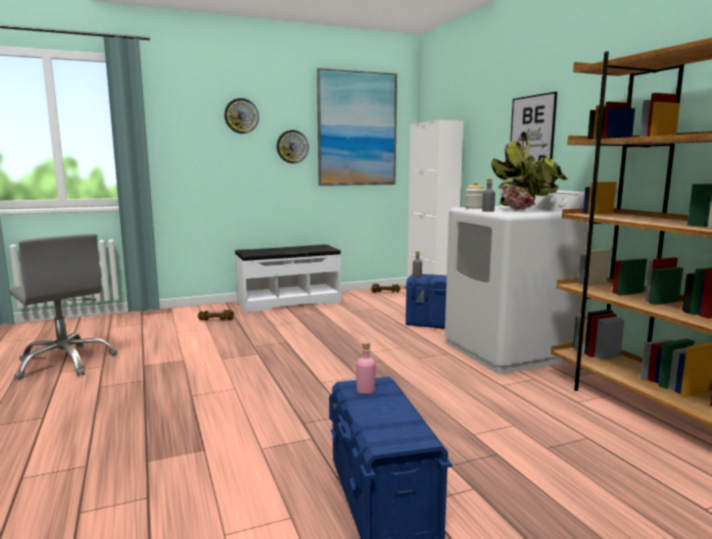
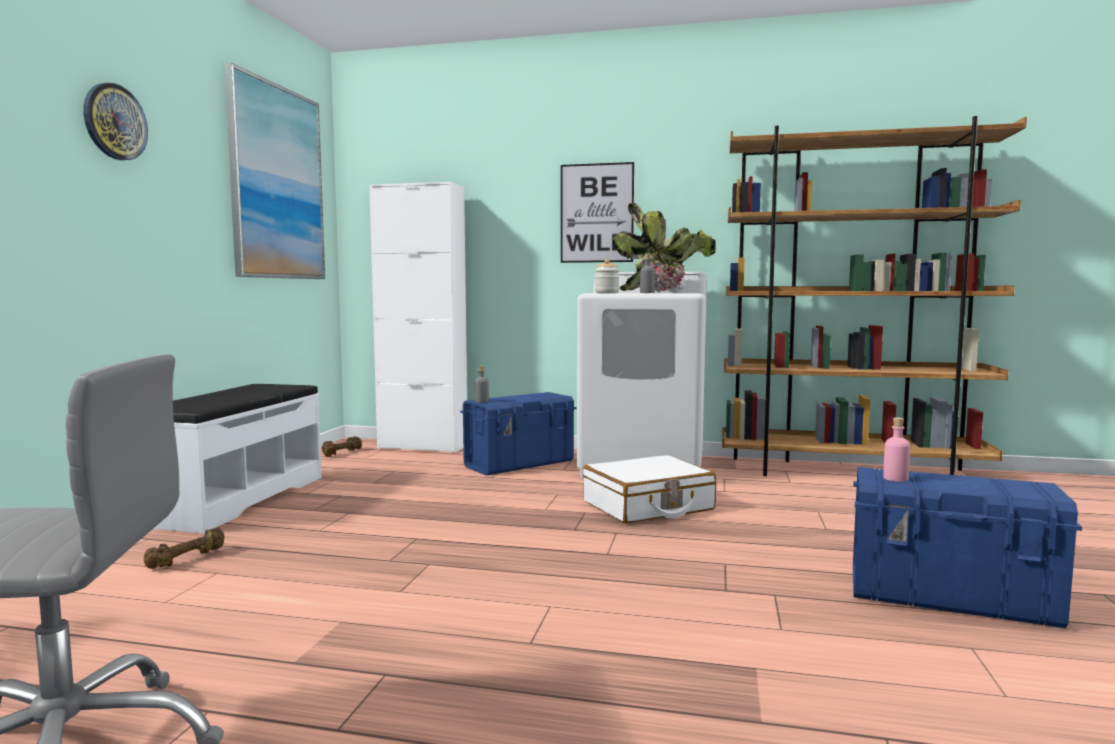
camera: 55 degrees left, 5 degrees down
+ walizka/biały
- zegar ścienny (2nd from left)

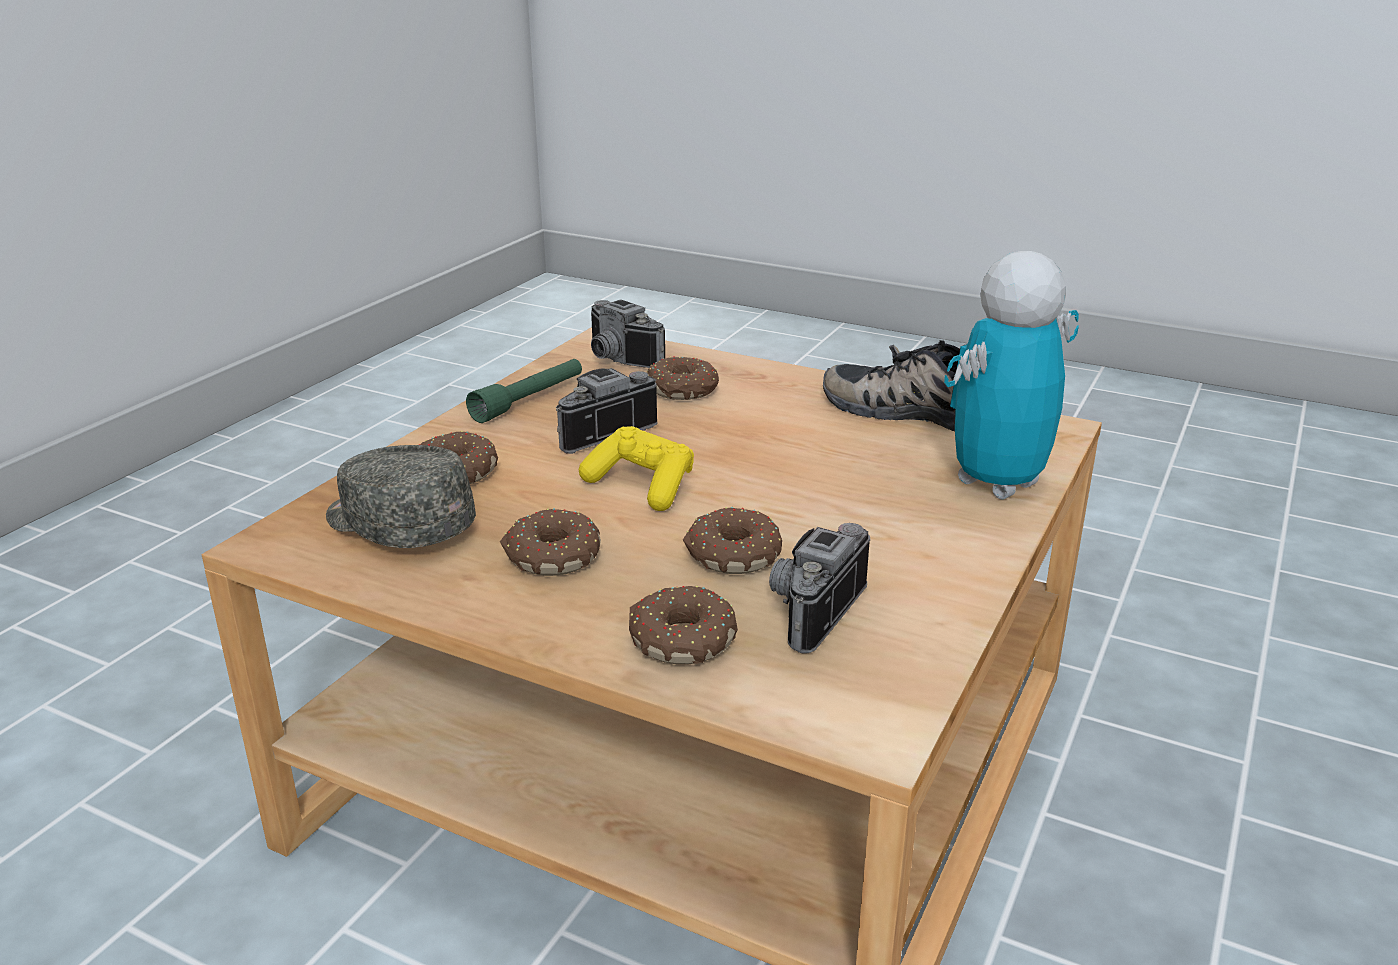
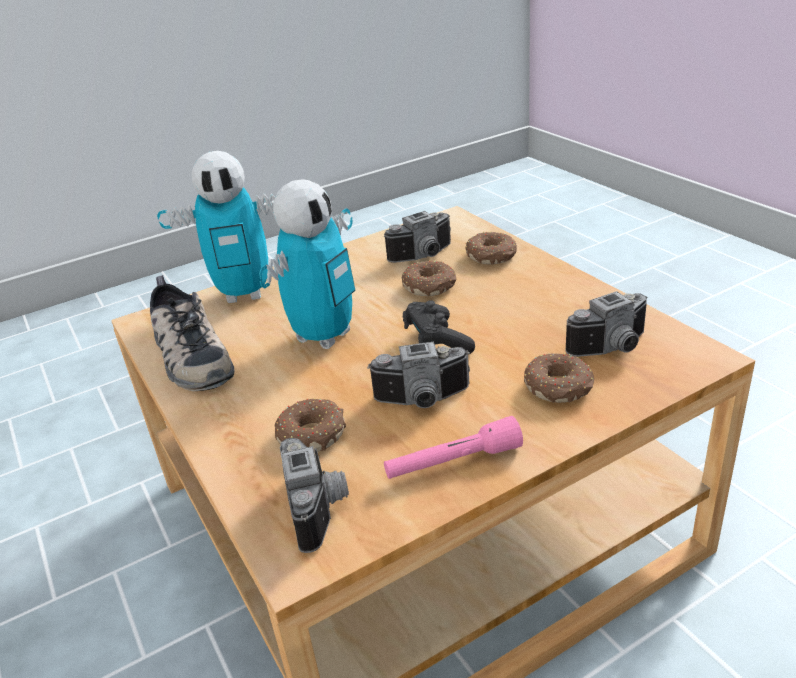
camera: 145 degrees left, 5 degrees up
+ robot zabawkowy (2nd from left)
~ latarka/zielony to latarka/różowy
~ pad do gier/żółty to pad do gier/czarny
~ czapka z daszkiem/szary to aparat fotograficzny (4th from left)
- donut (2nd from left)

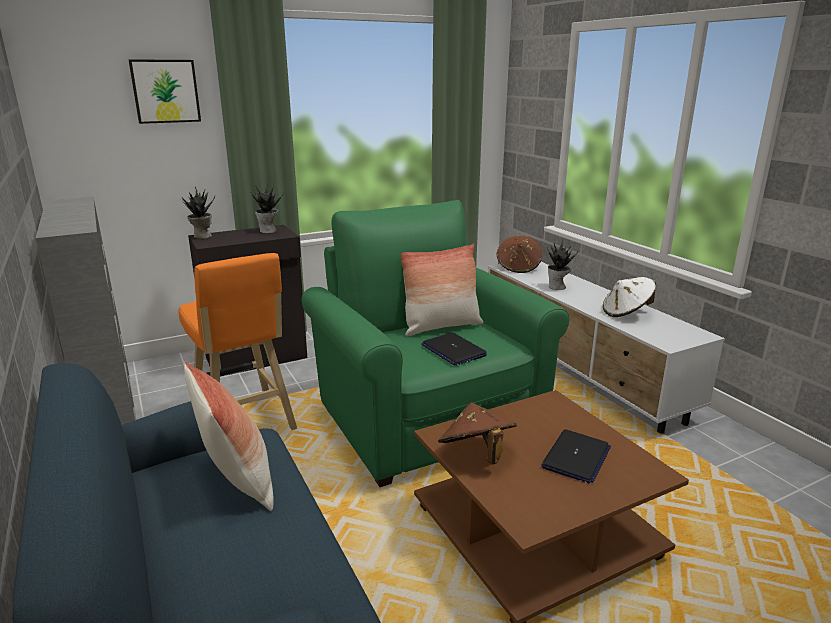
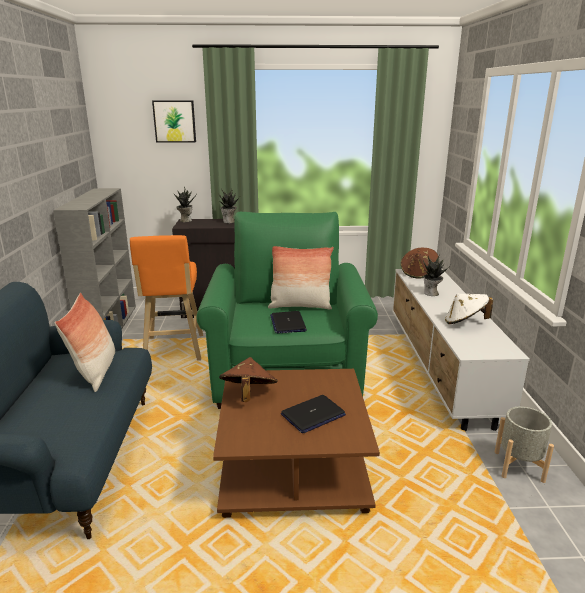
camera: 25 degrees right, 0 degrees up
+ donica/szary

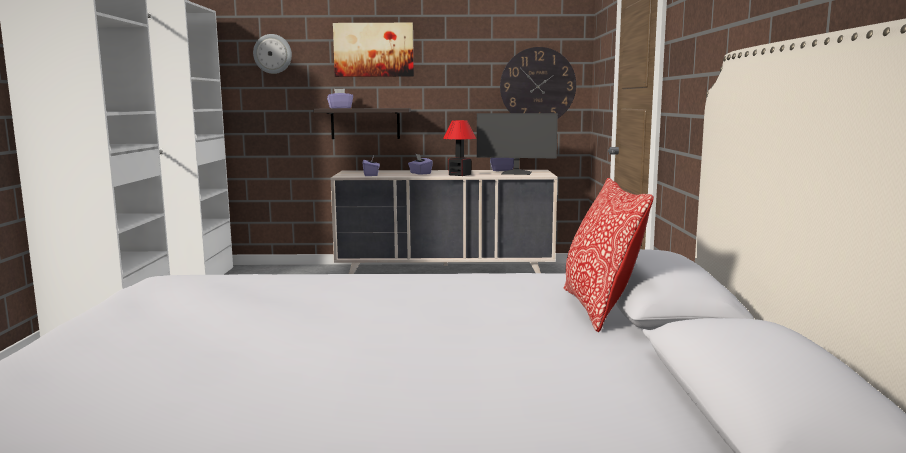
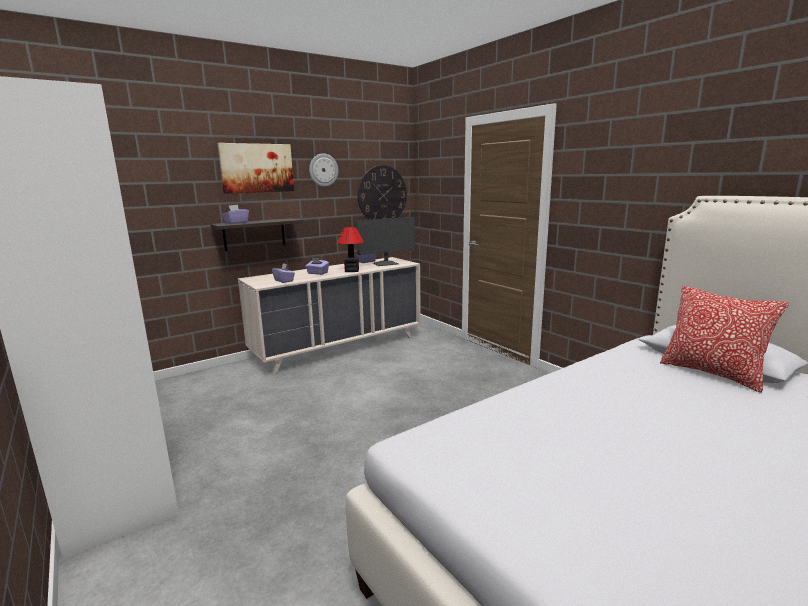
camera: 35 degrees left, 5 degrees up
~ zegar ścienny (1st from left)

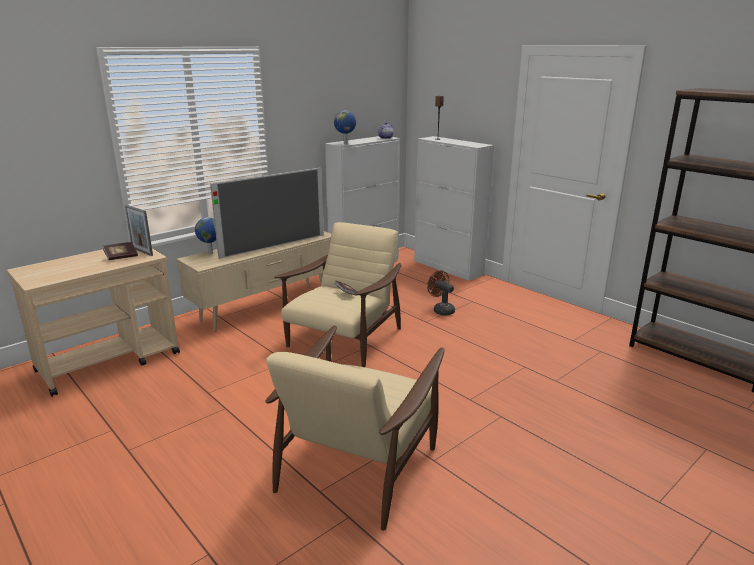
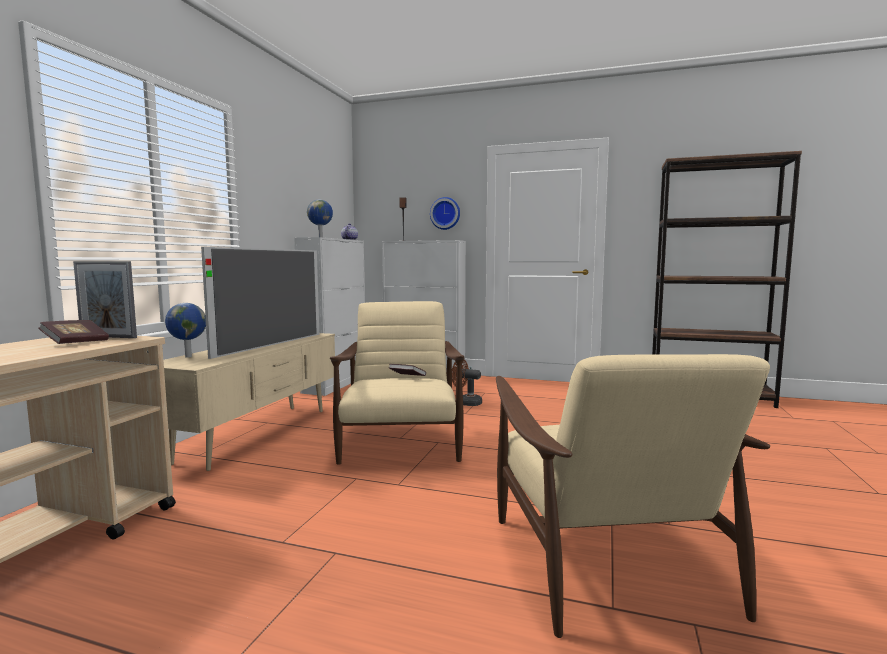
camera: 30 degrees left, 15 degrees down
+ zegar ścienny

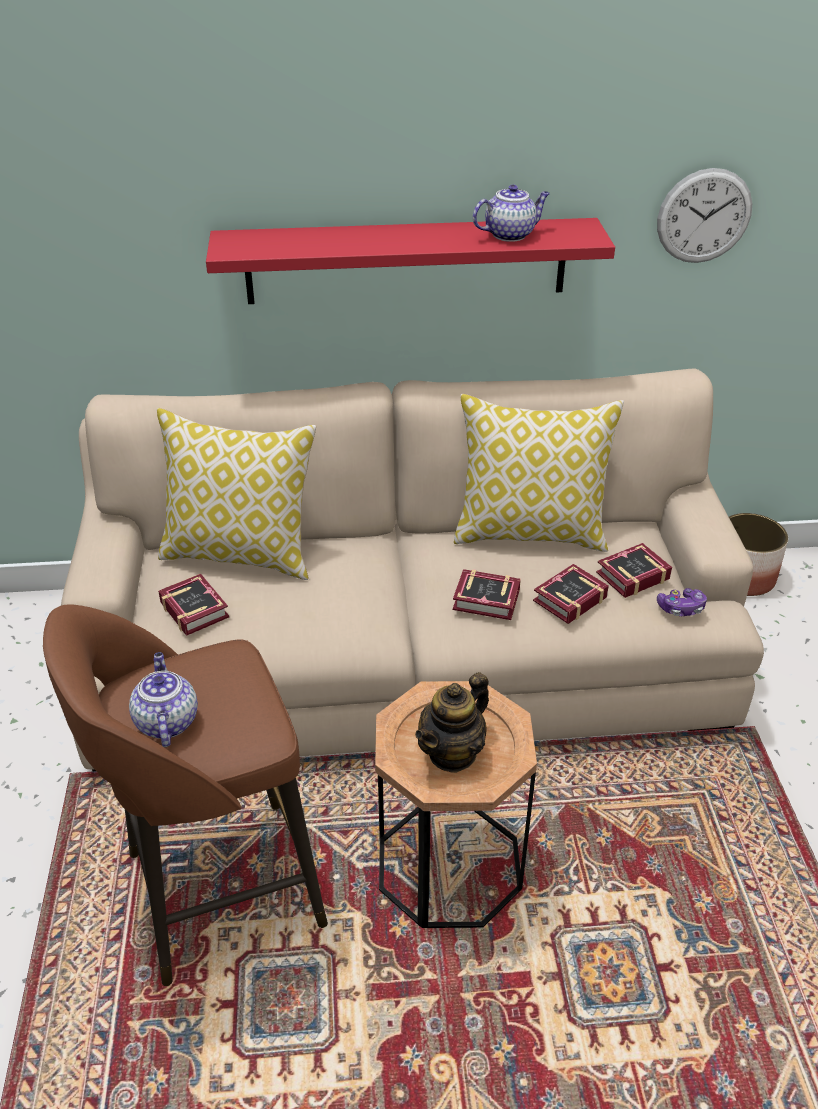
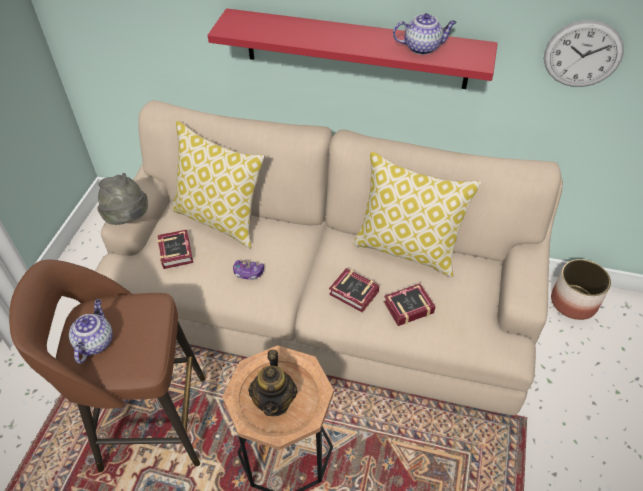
camera: 20 degrees right, 10 degrees up
+ kapelusz/szary
~ pad do gier
~ imbryk (2nd from left) 60 degrees counterclockwise
- książka (4th from left)

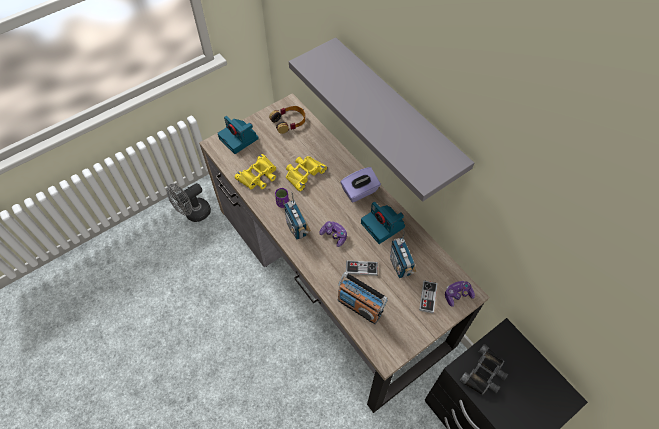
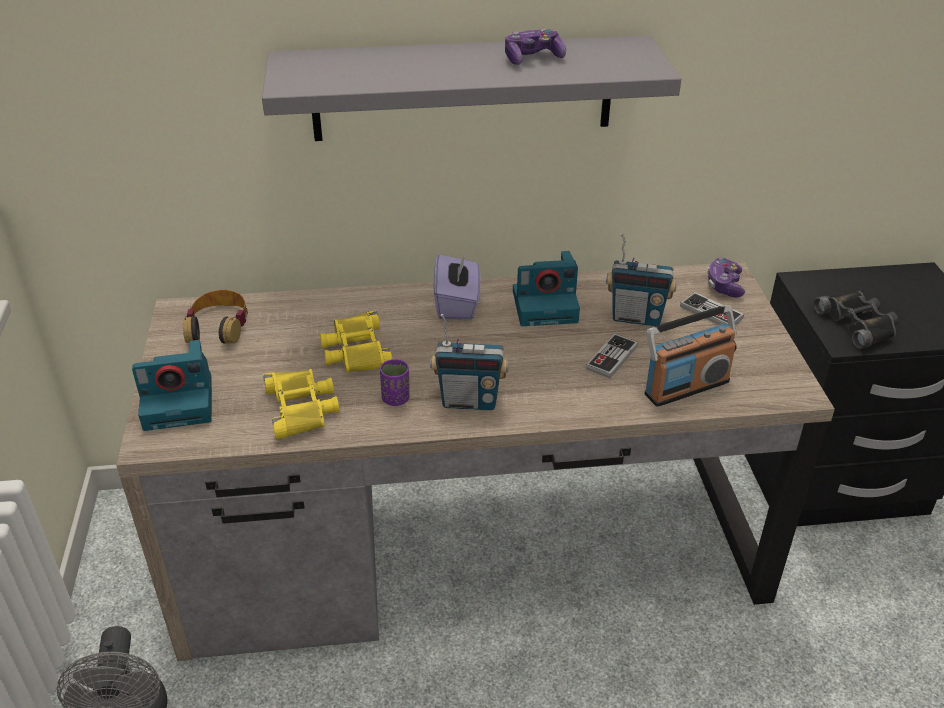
camera: 60 degrees left, 20 degrees down
~ pad do gier (1st from left)

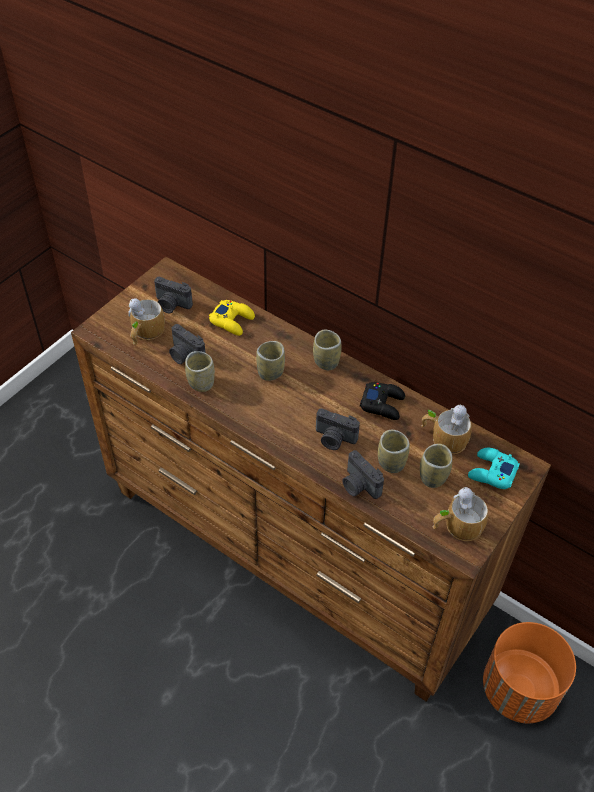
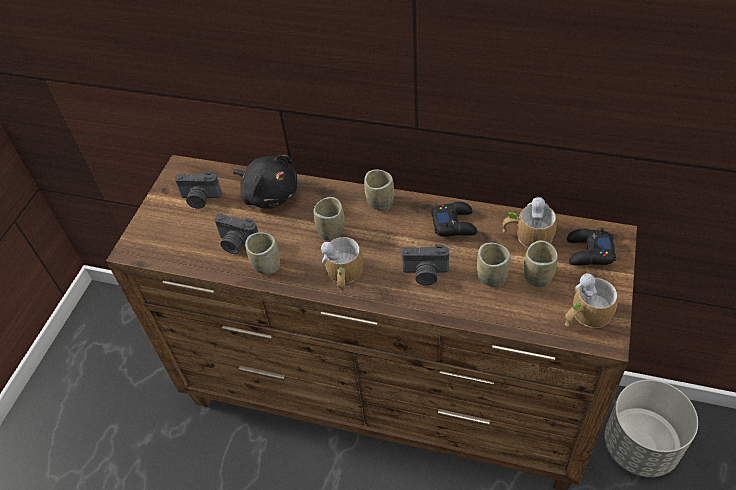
camera: 15 degrees left, 0 degrees up
~ pad do gier/żółty to pluszak/czarny
~ kubek (1st from left)
~ pad do gier/turkusowy to pad do gier/czarny (2nd from left)
~ donica/pomarańczowy to donica/szary
- aparat fotograficzny (4th from left)

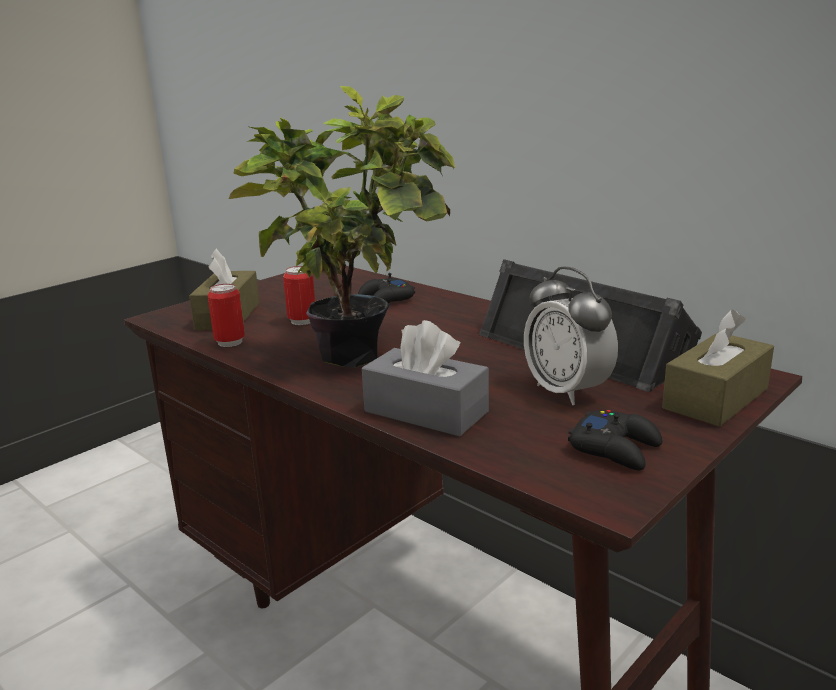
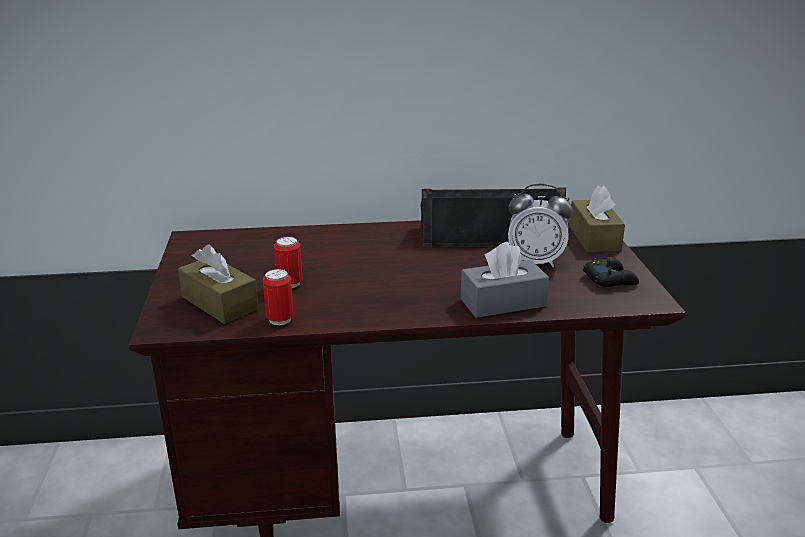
camera: 50 degrees left, 5 degrees up
- roślina doniczkowa
- pad do gier/czarny (1st from left)

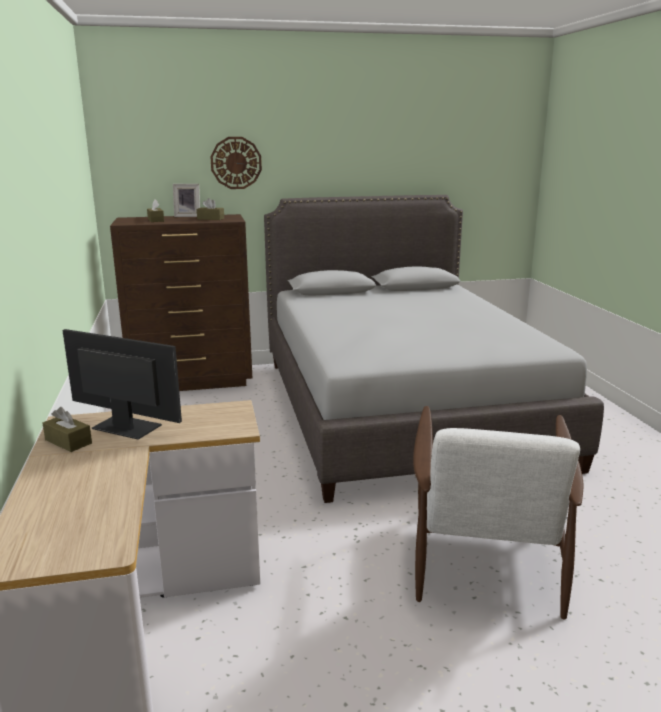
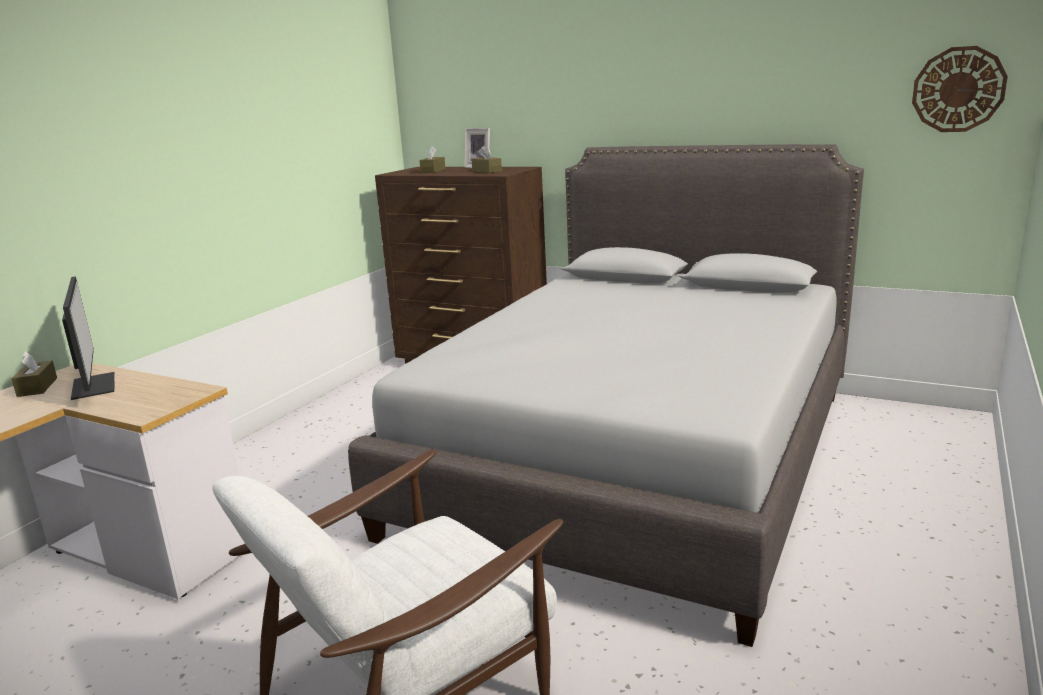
camera: 40 degrees right, 0 degrees up
~ zegar ścienny

